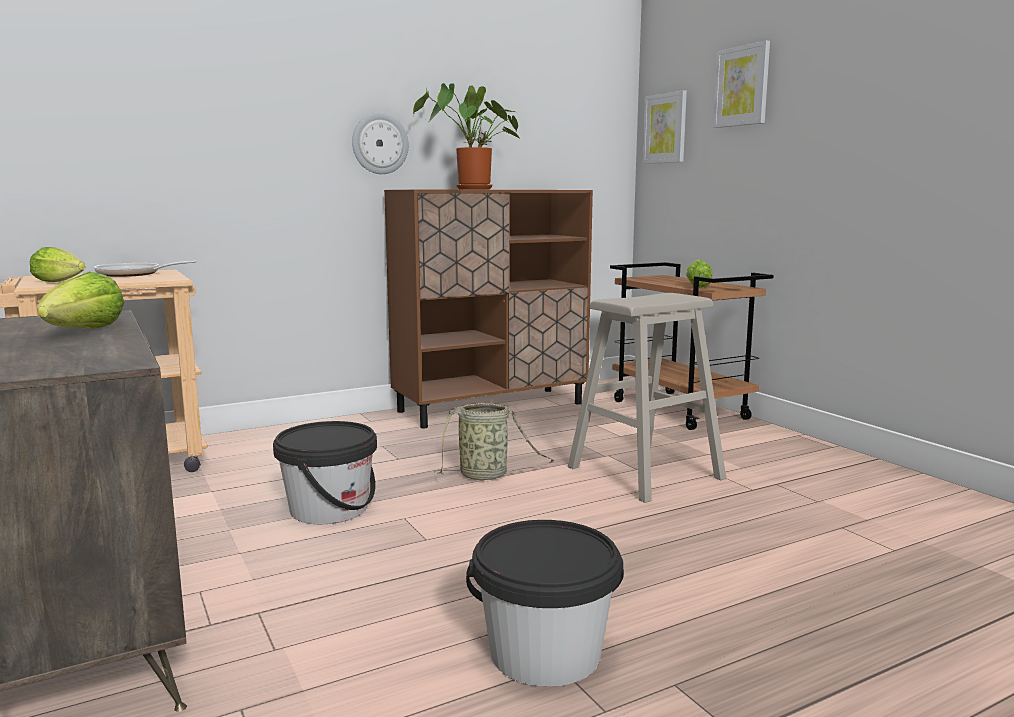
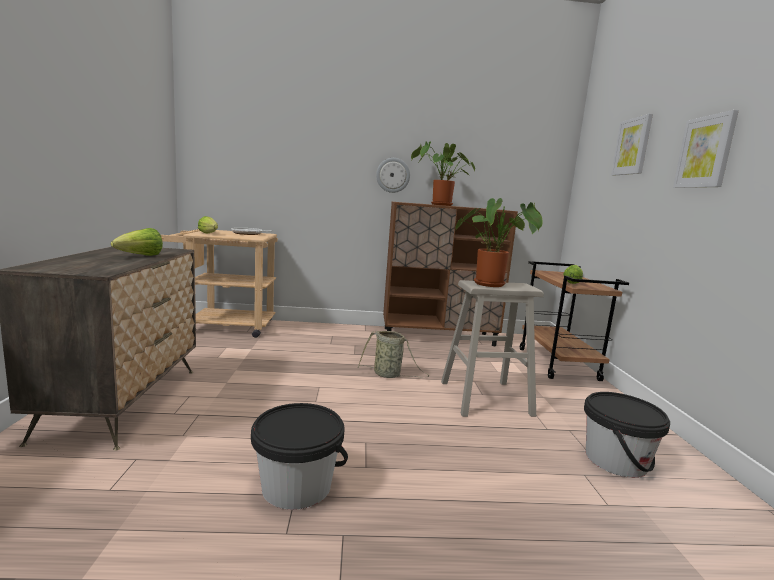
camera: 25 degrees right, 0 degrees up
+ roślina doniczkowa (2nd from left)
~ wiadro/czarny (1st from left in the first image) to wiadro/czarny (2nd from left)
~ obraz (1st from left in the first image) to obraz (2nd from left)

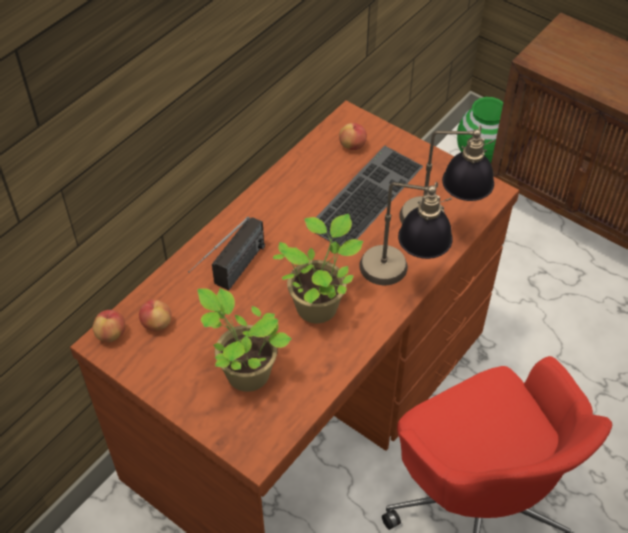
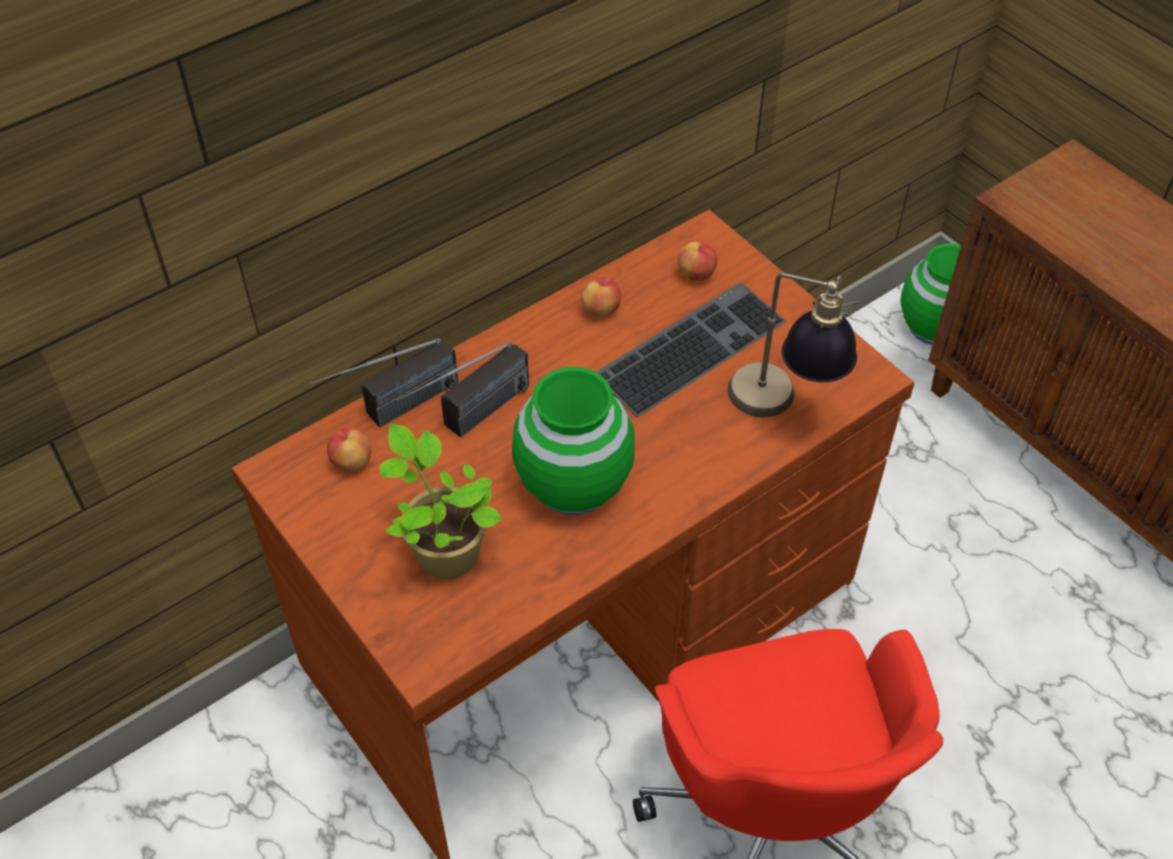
camera: 15 degrees right, 0 degrees up
+ radio (1st from left)
~ roślina doniczkowa (2nd from left) to wazon/zielony (1st from left)
~ jabłko (1st from left in the first image) to jabłko (2nd from left)
- lampa stołowa (1st from left)

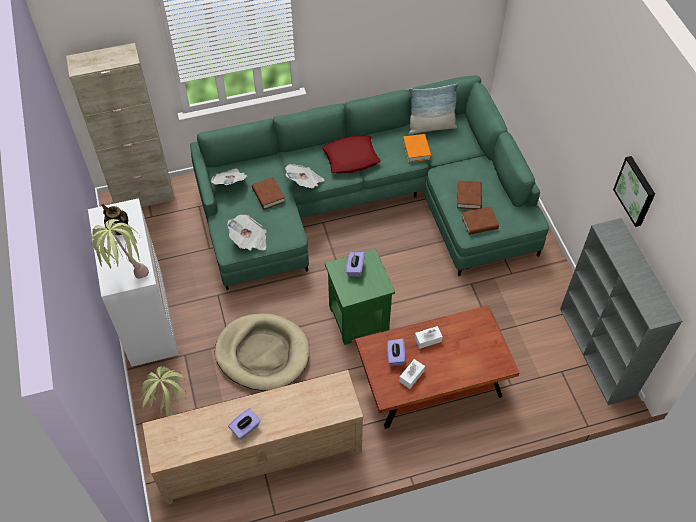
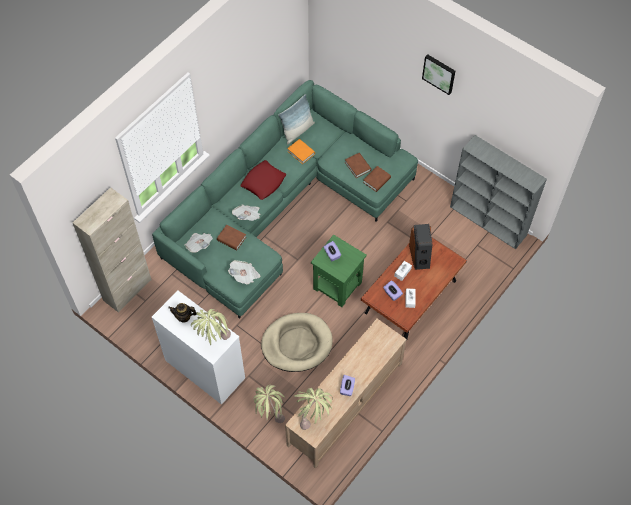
camera: 35 degrees left, 5 degrees up
+ roślina doniczkowa (3rd from left)
+ głośnik
~ obraz

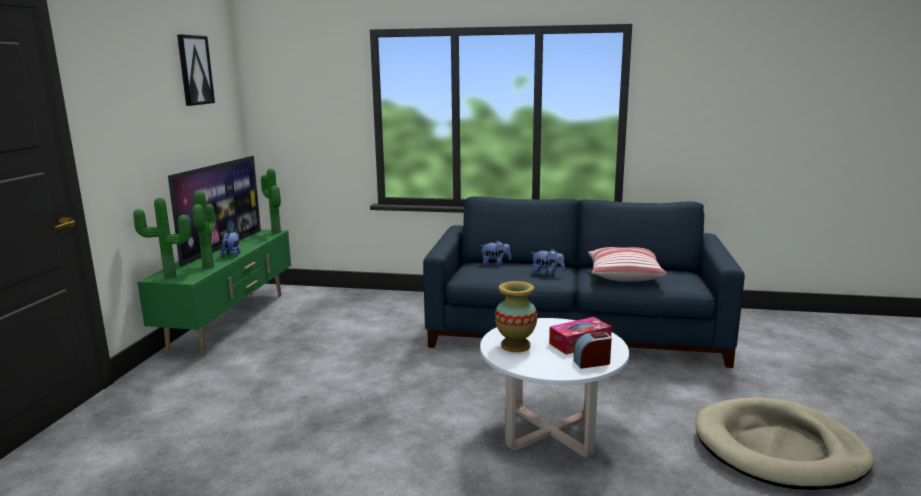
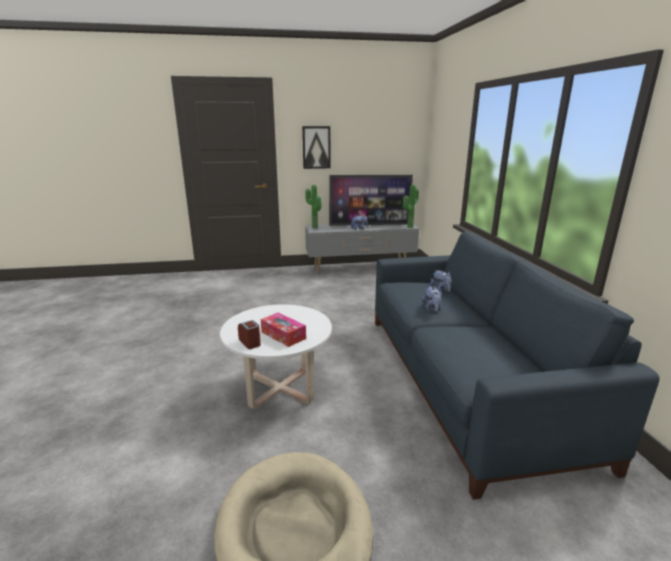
camera: 70 degrees right, 5 degrees up
~ obraz
~ szafka pod telewizor/zielony to szafka pod telewizor/szary
- roślina doniczkowa (2nd from left)
- wazon
- poduszka

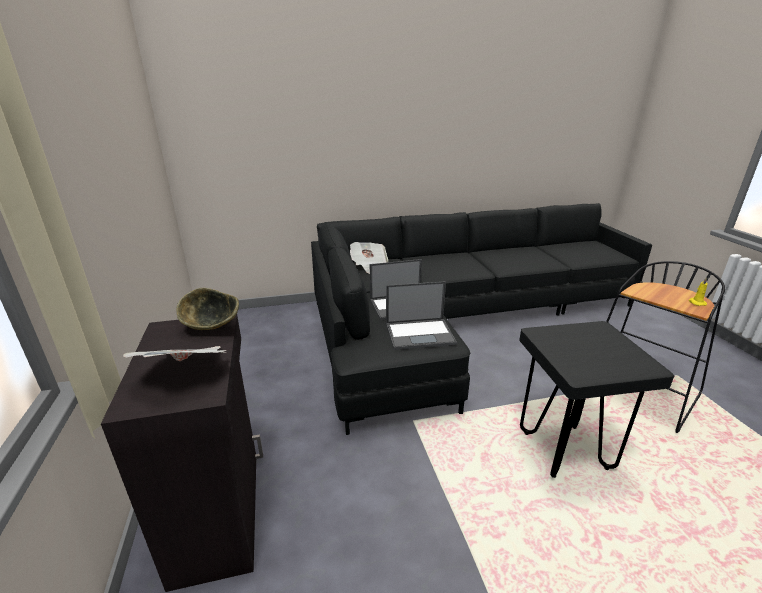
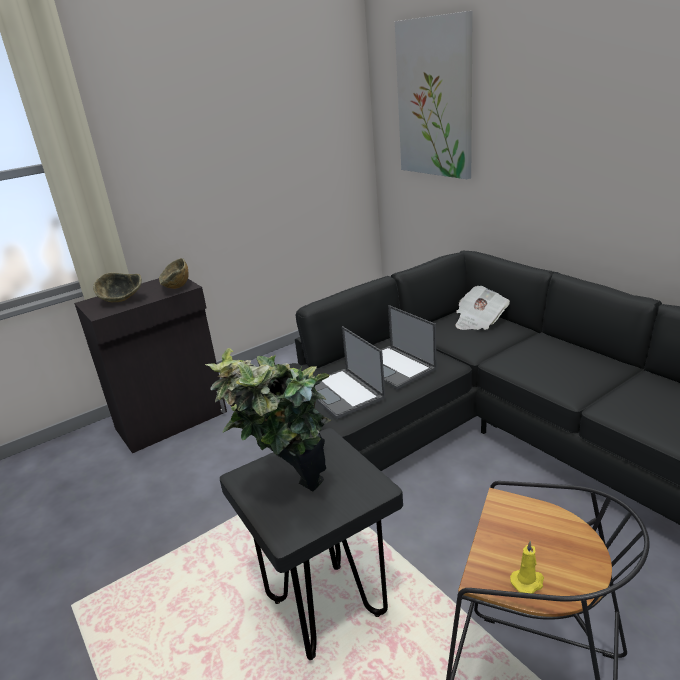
camera: 70 degrees right, 0 degrees up
~ gazeta (1st from left) to miska (1st from left)
+ roślina doniczkowa
+ obraz

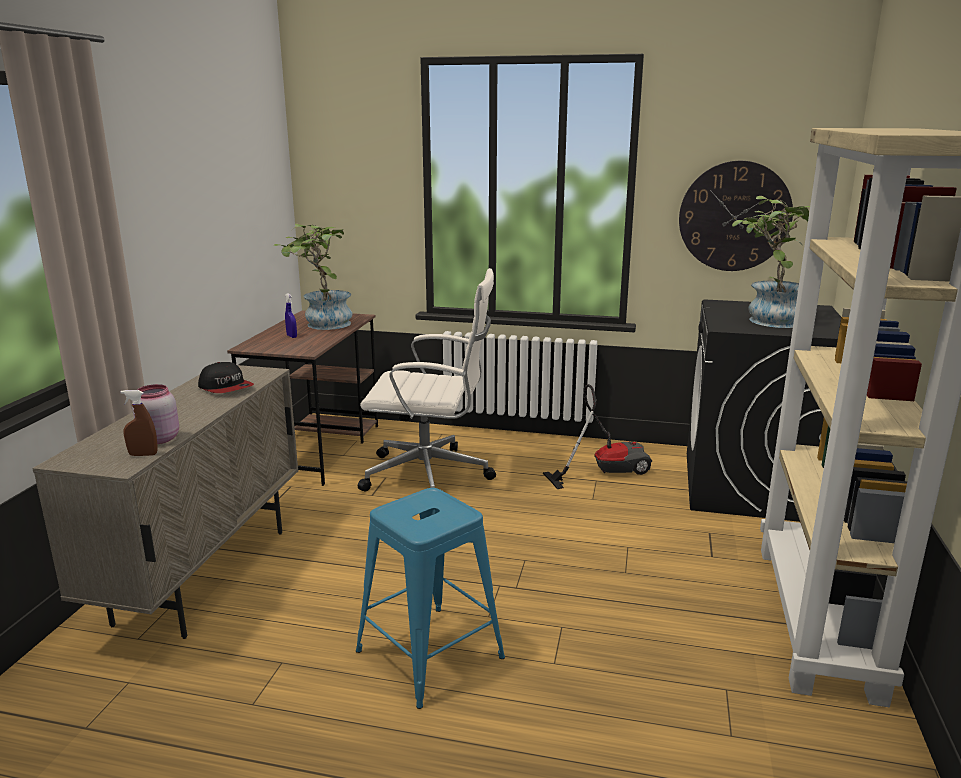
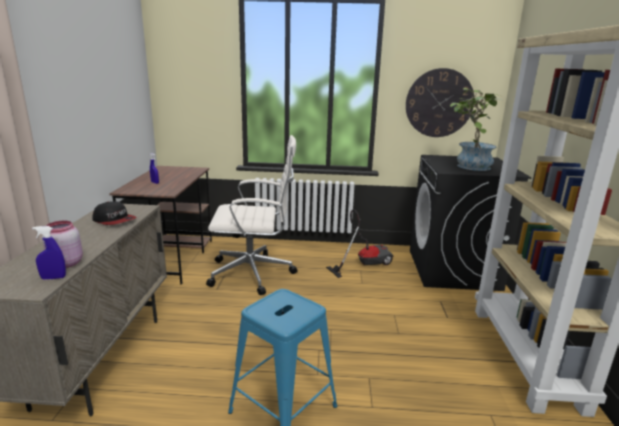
camera: 10 degrees left, 0 degrees up
~ spryskiwacz/brązowy to spryskiwacz/niebieski (1st from left)
- roślina doniczkowa (1st from left)

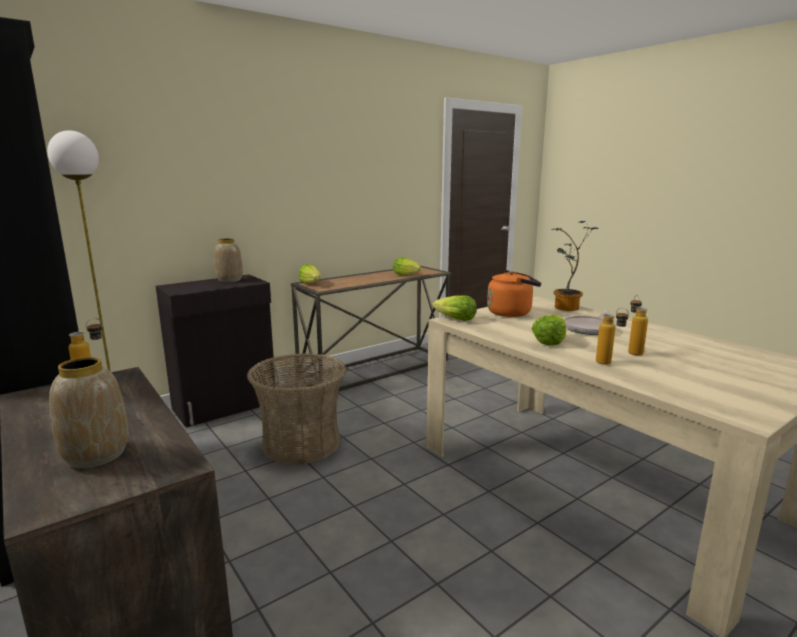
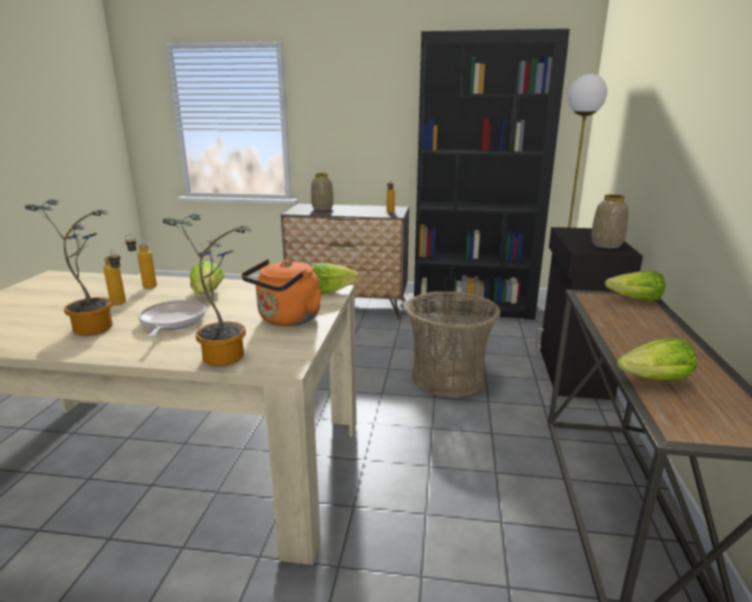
camera: 135 degrees right, 5 degrees up
+ roślina doniczkowa (1st from left)

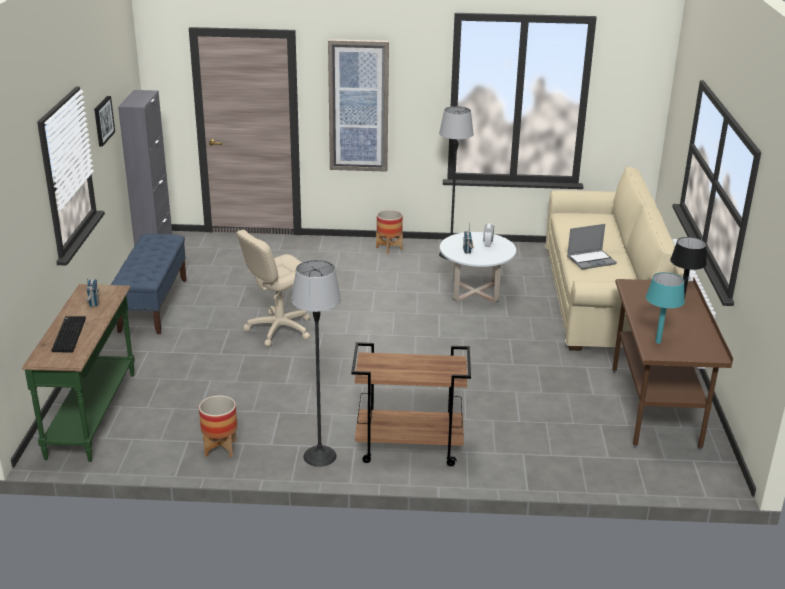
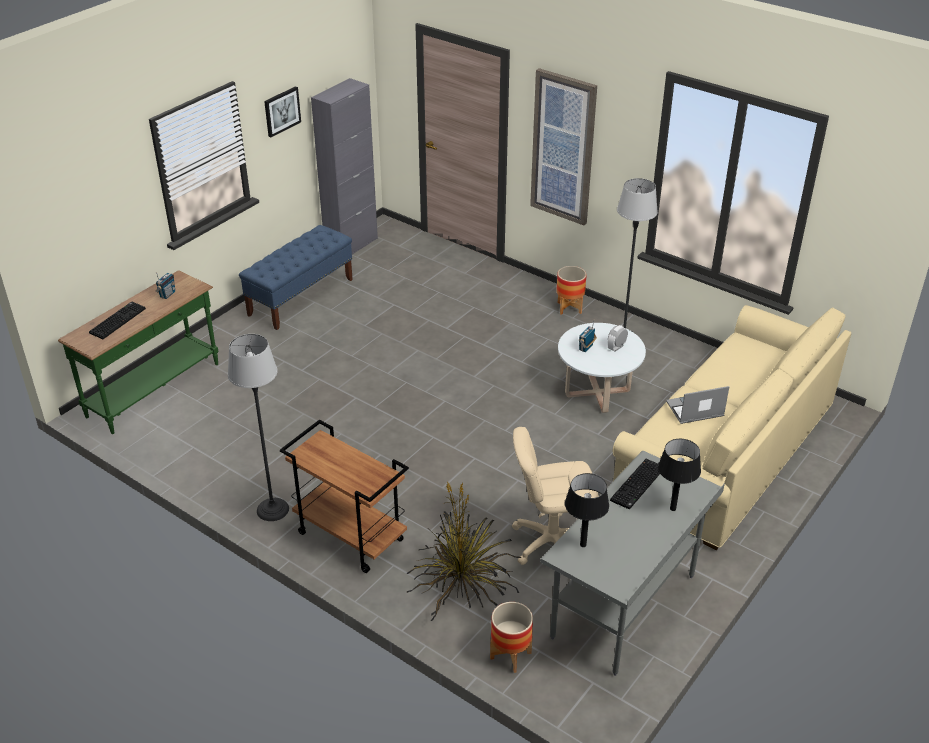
camera: 35 degrees right, 10 degrees up
+ roślina doniczkowa
~ donica (1st from left)
~ krzesło biurowe/beżowy
~ biurko/brązowy to biurko/szary
~ lampa stołowa/turkusowy to lampa stołowa/czarny (1st from left)
+ klawiatura (2nd from left)
~ laptop 150 degrees clockwise

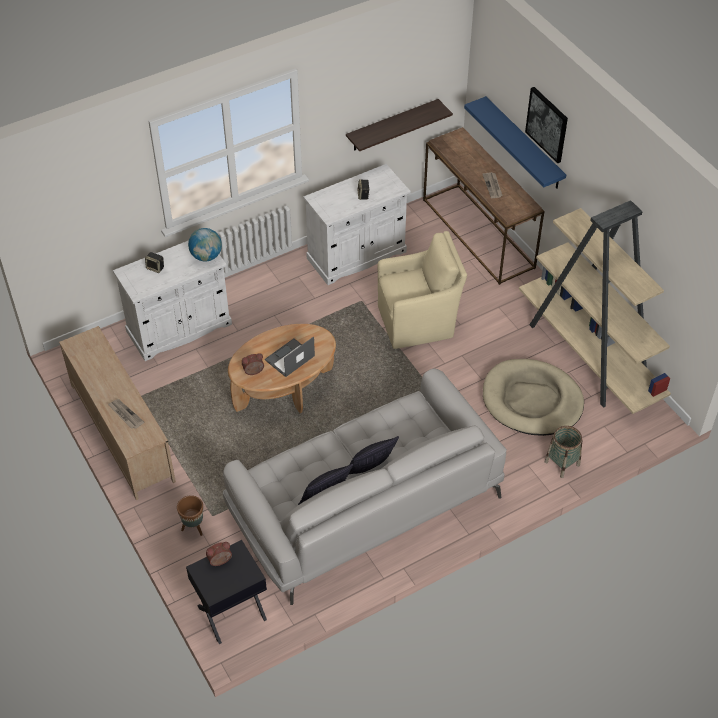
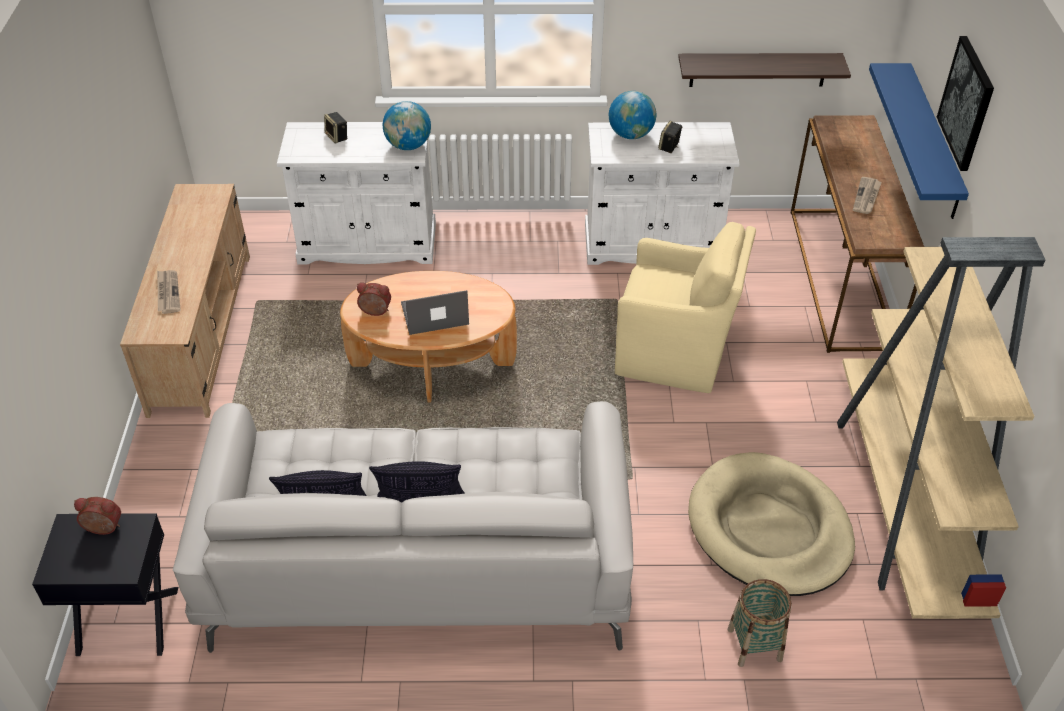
camera: 30 degrees right, 5 degrees down
+ globus (2nd from left)
- donica/brązowy

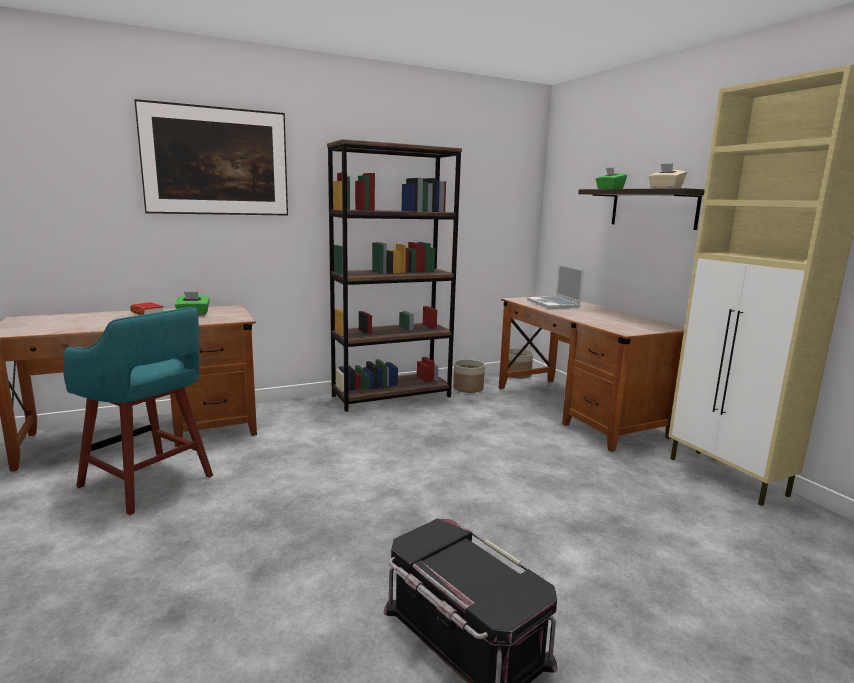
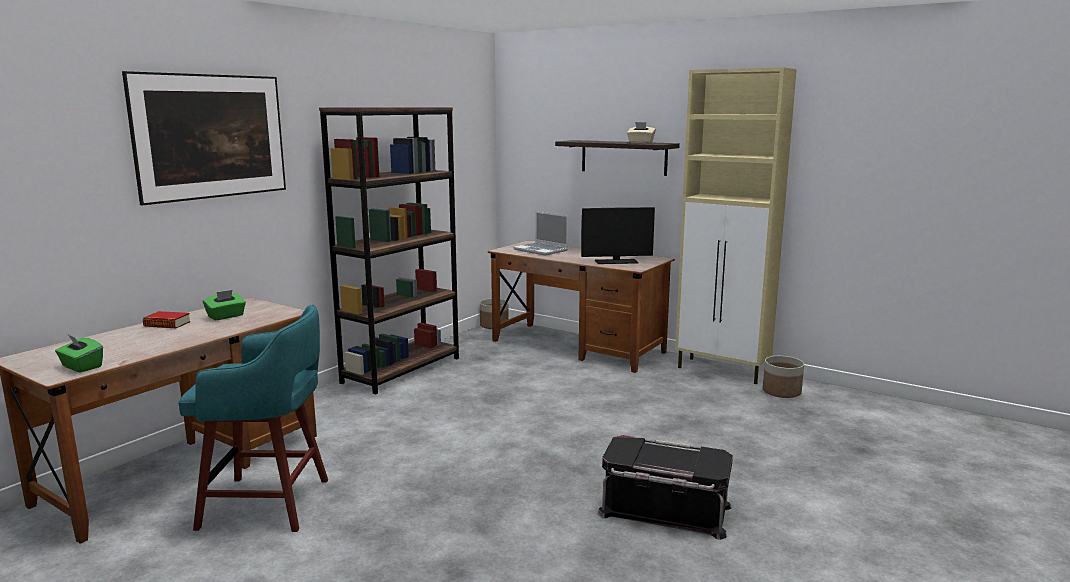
camera: 30 degrees left, 0 degrees up
~ pudełko chusteczek/zielony (2nd from left in the first image) to pudełko chusteczek/zielony (1st from left)
+ monitor
~ donica (1st from left in the first image) to donica (2nd from left)

